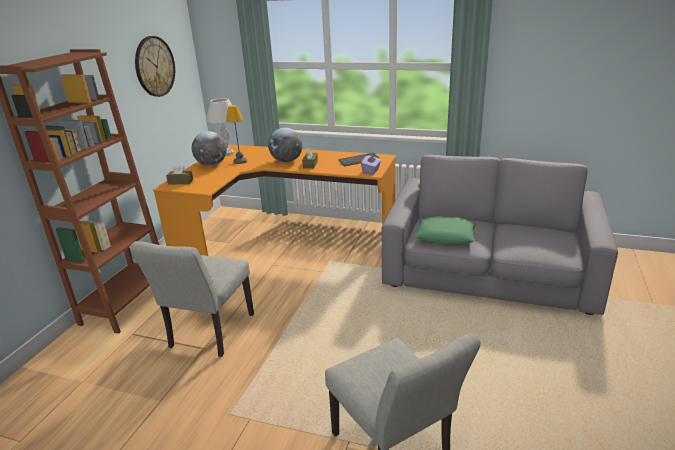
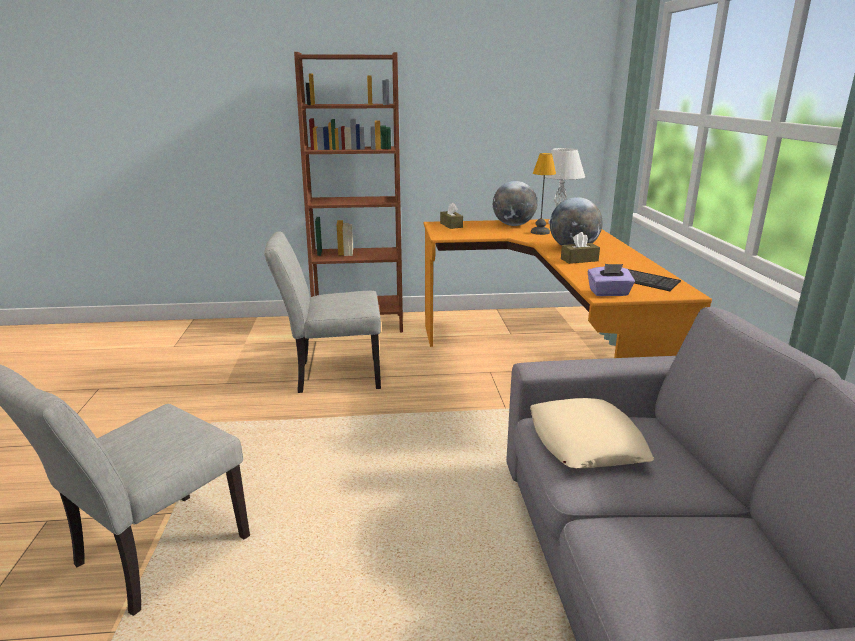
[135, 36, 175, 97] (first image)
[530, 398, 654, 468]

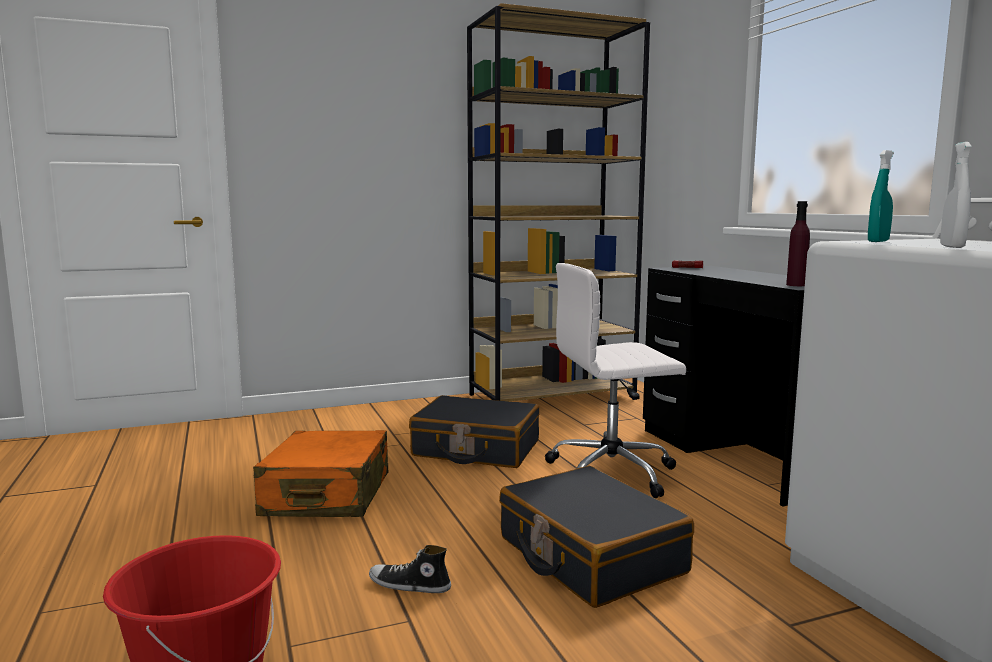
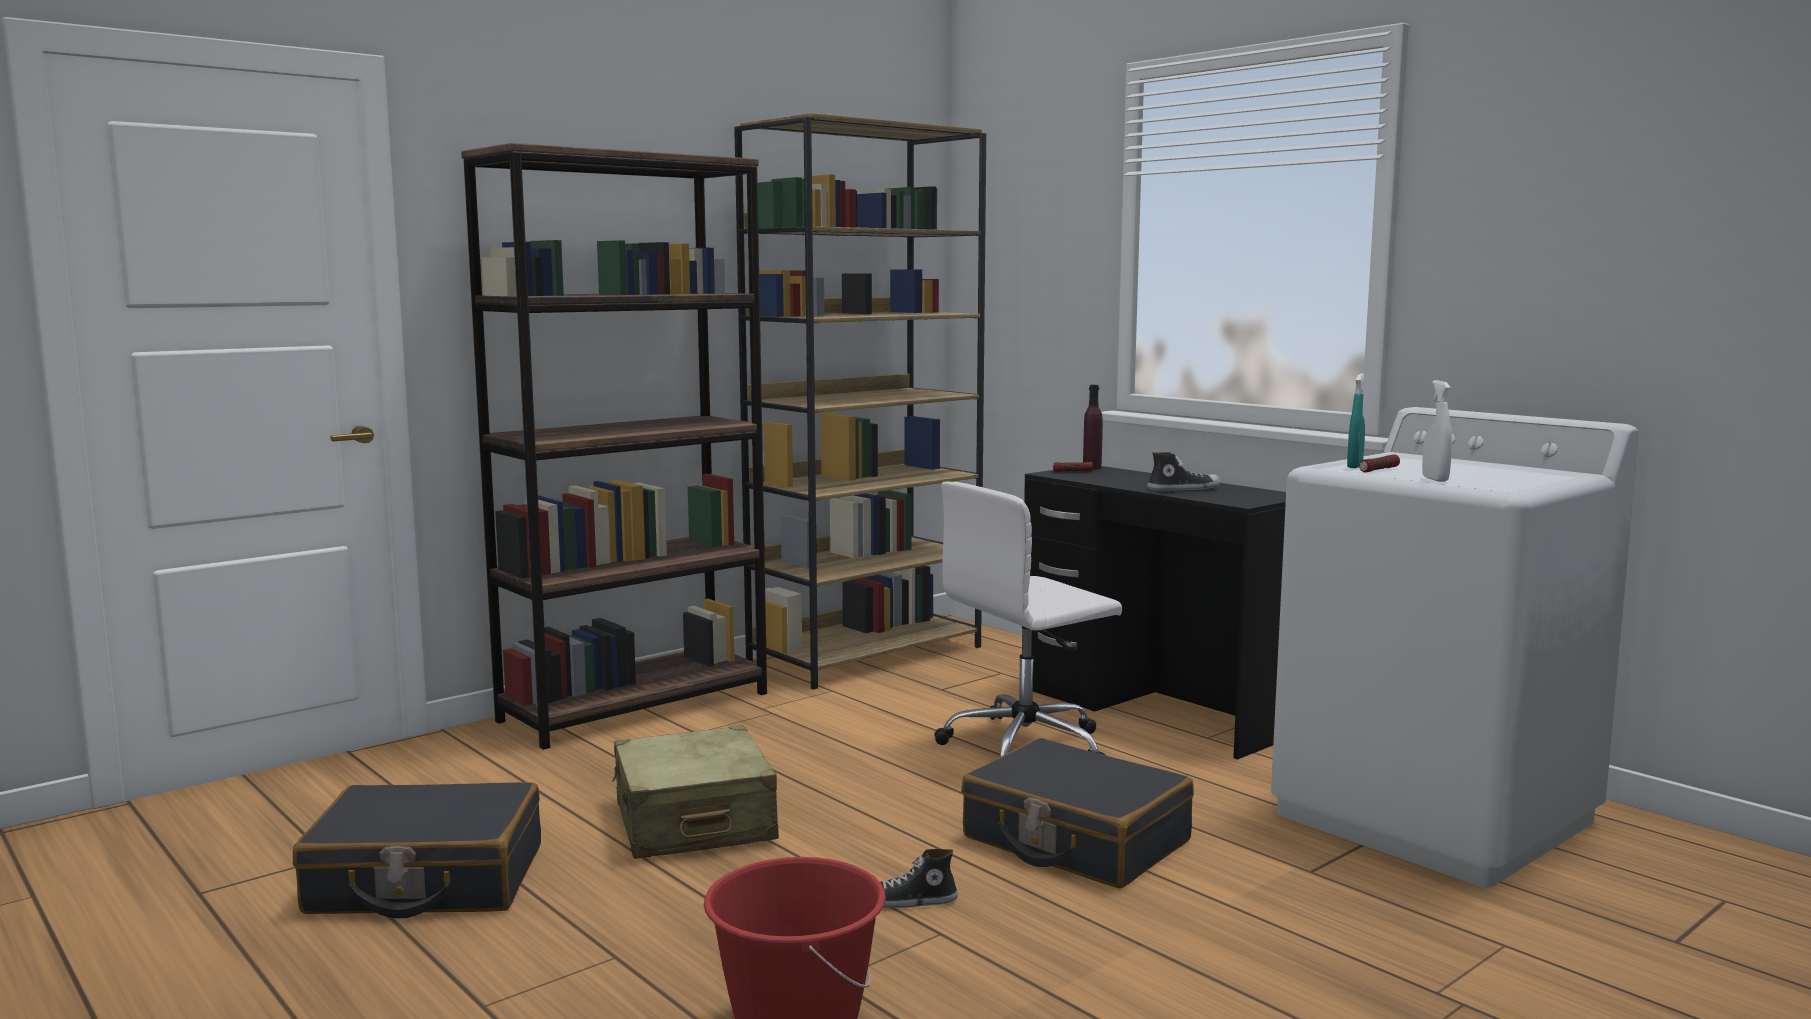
[461, 143, 767, 750]
[1148, 452, 1221, 491]
[1359, 454, 1400, 472]
[293, 782, 541, 918]
[1083, 385, 1103, 470]
[612, 725, 779, 859]

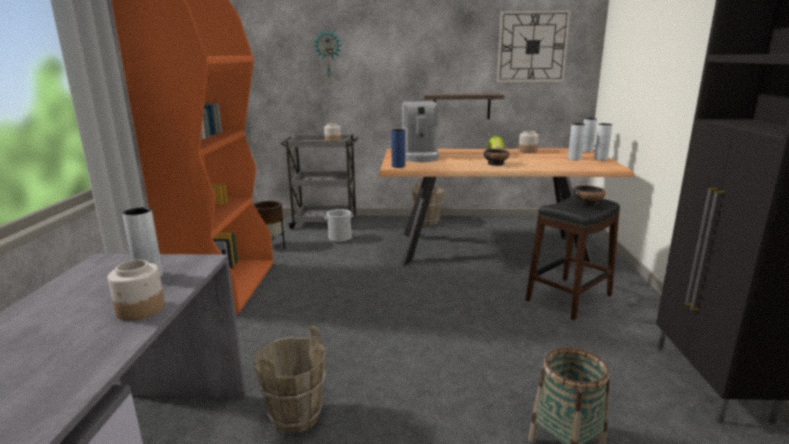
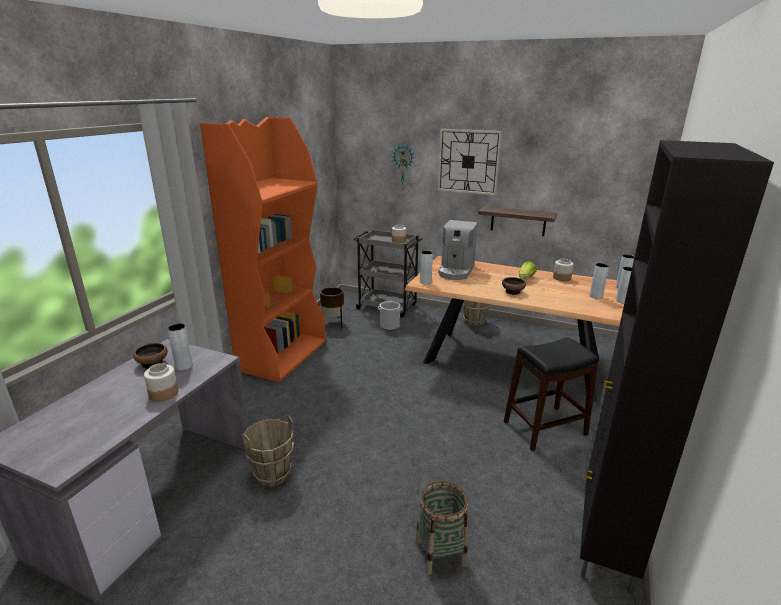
[438, 129, 502, 195]
[133, 343, 168, 369]
[420, 251, 433, 284]

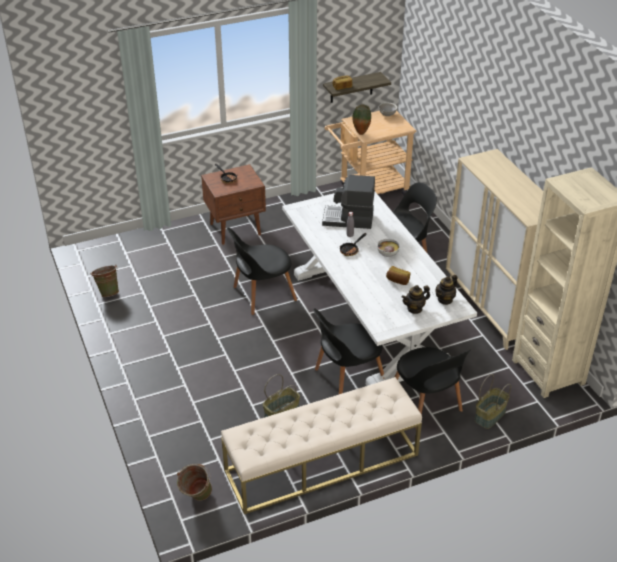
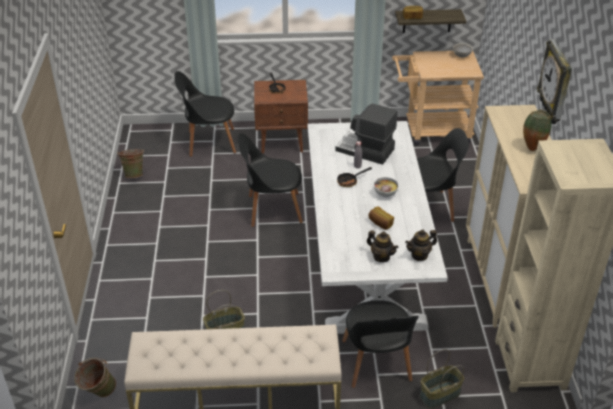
[537, 39, 572, 124]
[174, 71, 236, 157]
[523, 109, 551, 151]
[367, 230, 399, 262]

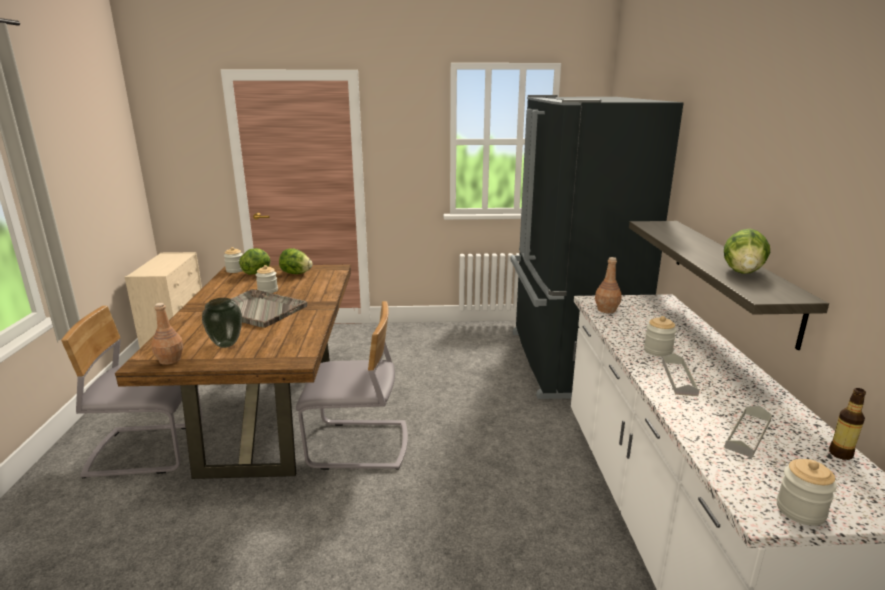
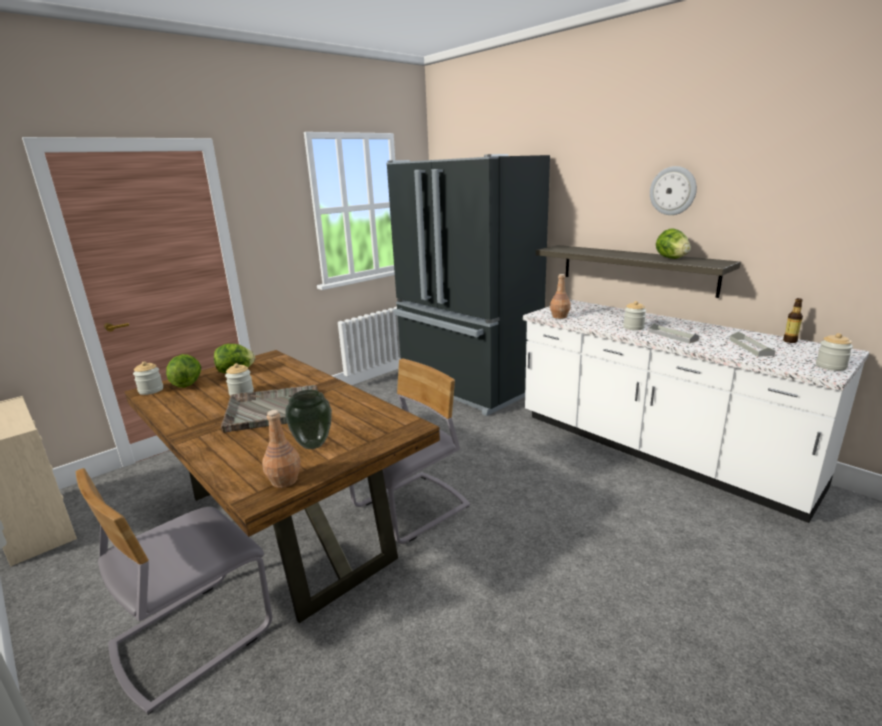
[650, 166, 697, 215]

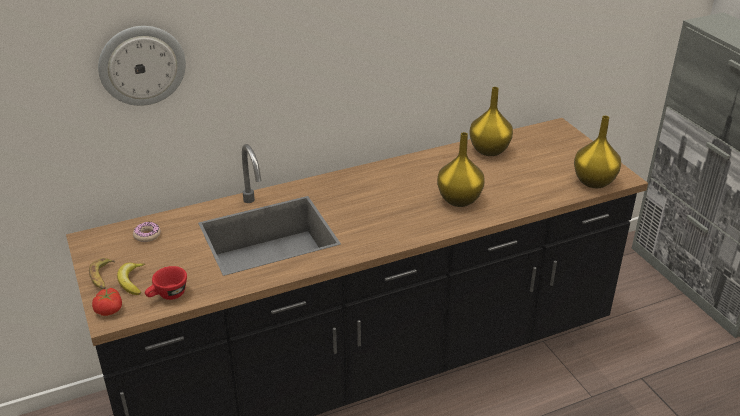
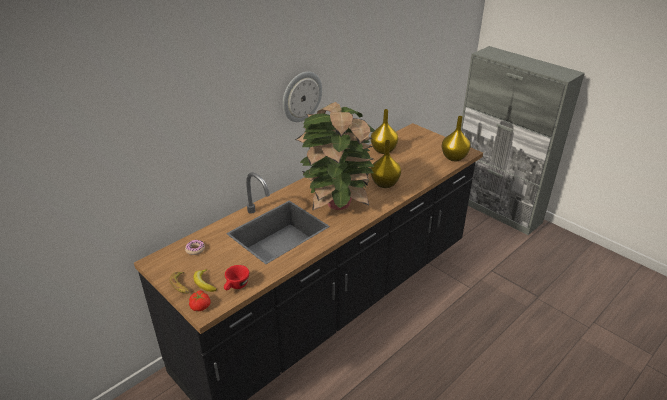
[295, 102, 375, 211]
[283, 72, 322, 122]

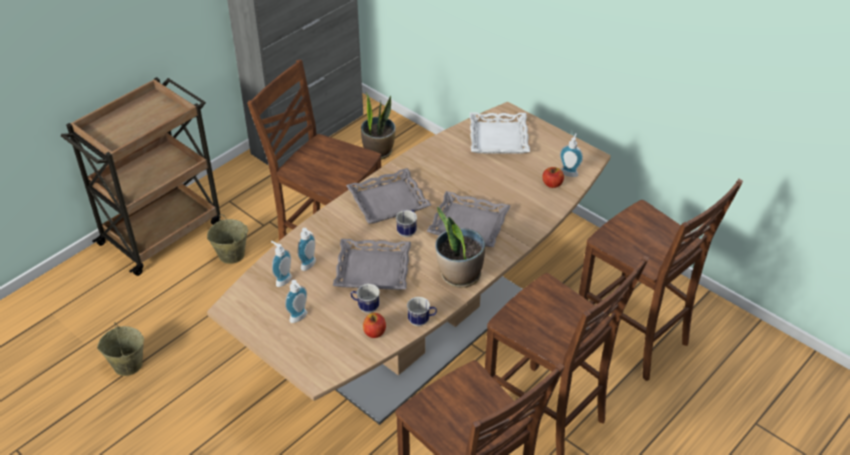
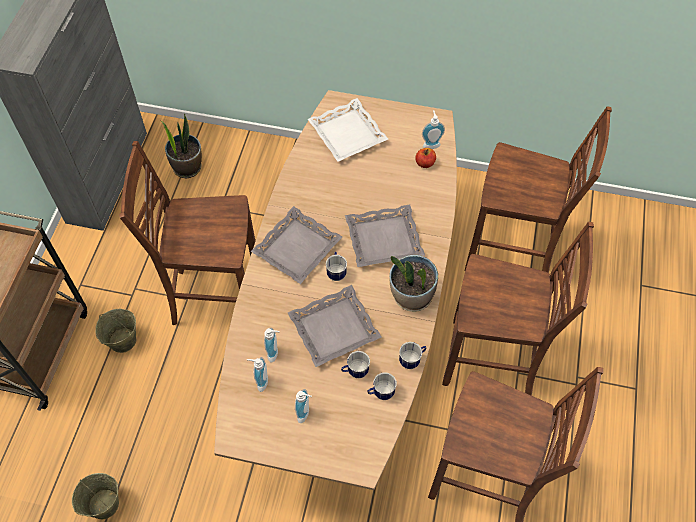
[367, 372, 397, 400]

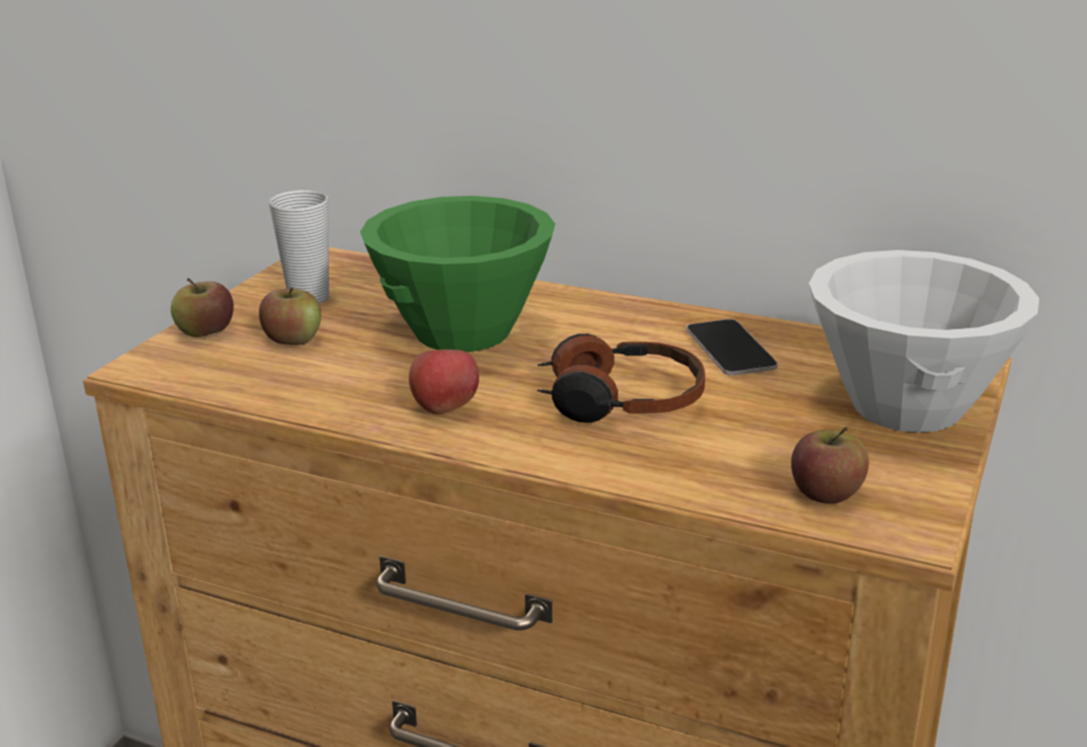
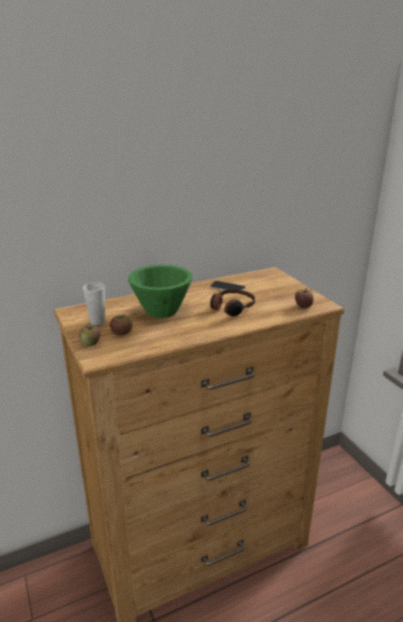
[409, 349, 479, 414] (first image)
[809, 250, 1039, 433] (first image)

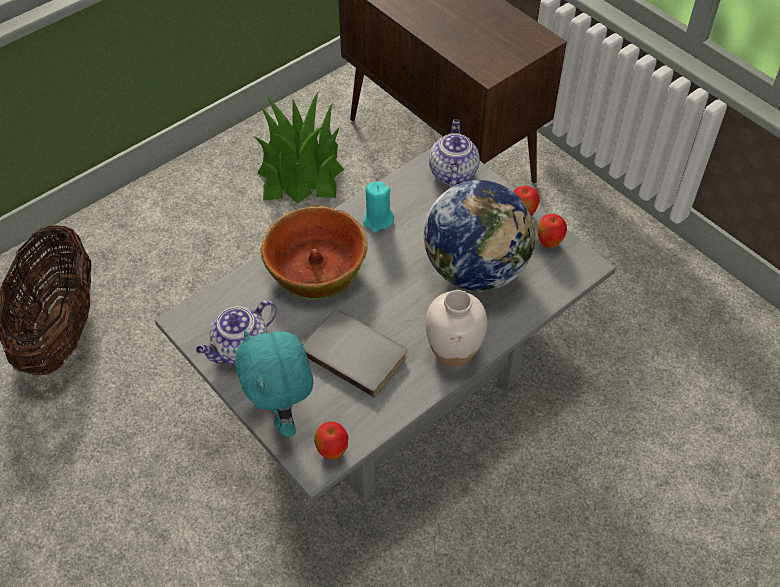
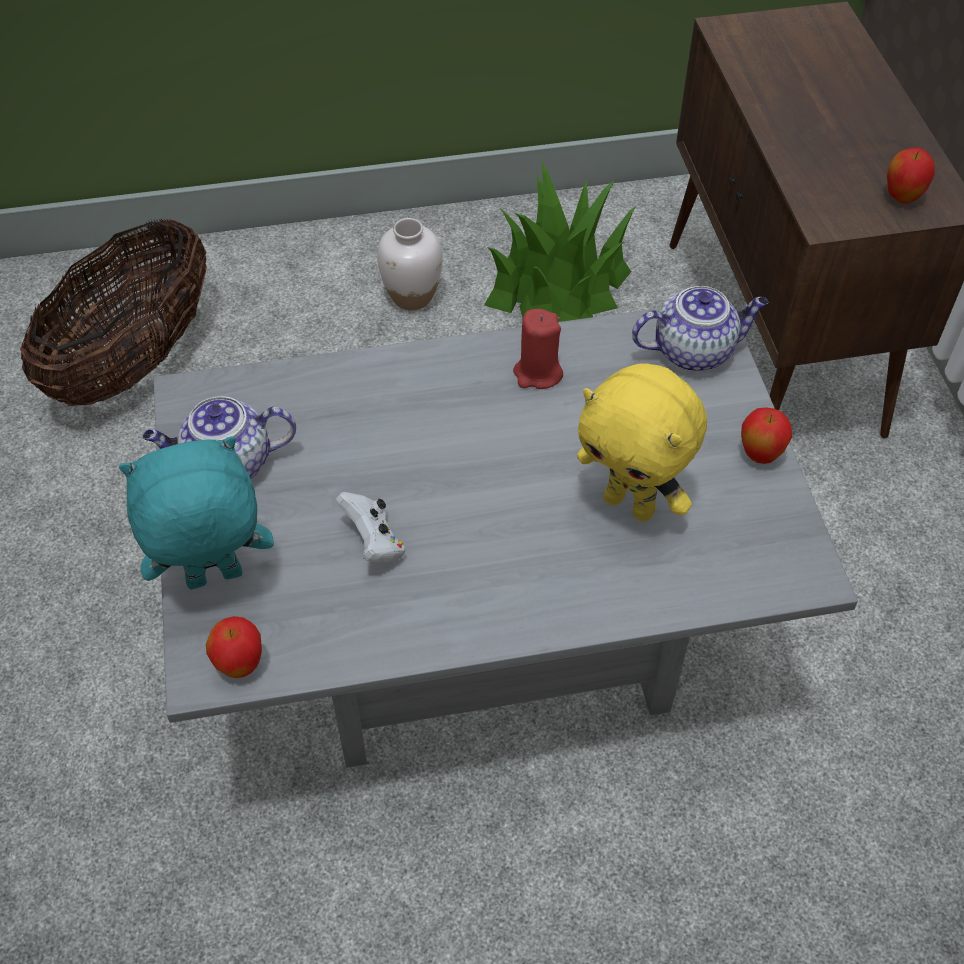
[261, 205, 368, 300] (first image)
[377, 218, 443, 310]
[887, 148, 935, 203]
[335, 492, 405, 563]
[577, 363, 707, 522]
[513, 309, 563, 389]
[119, 436, 274, 589]
[632, 286, 768, 371]

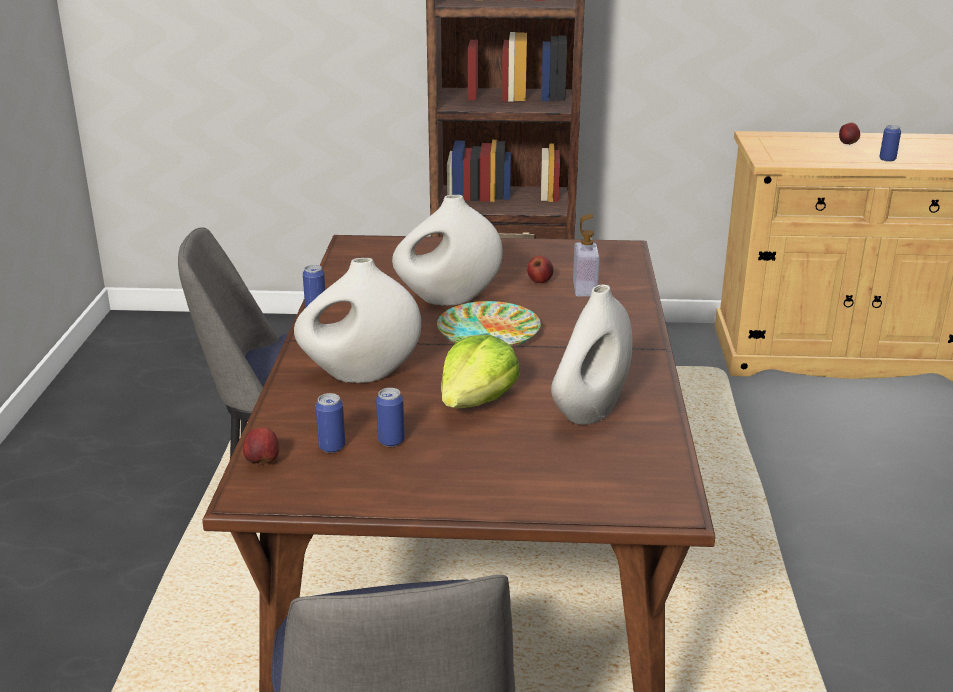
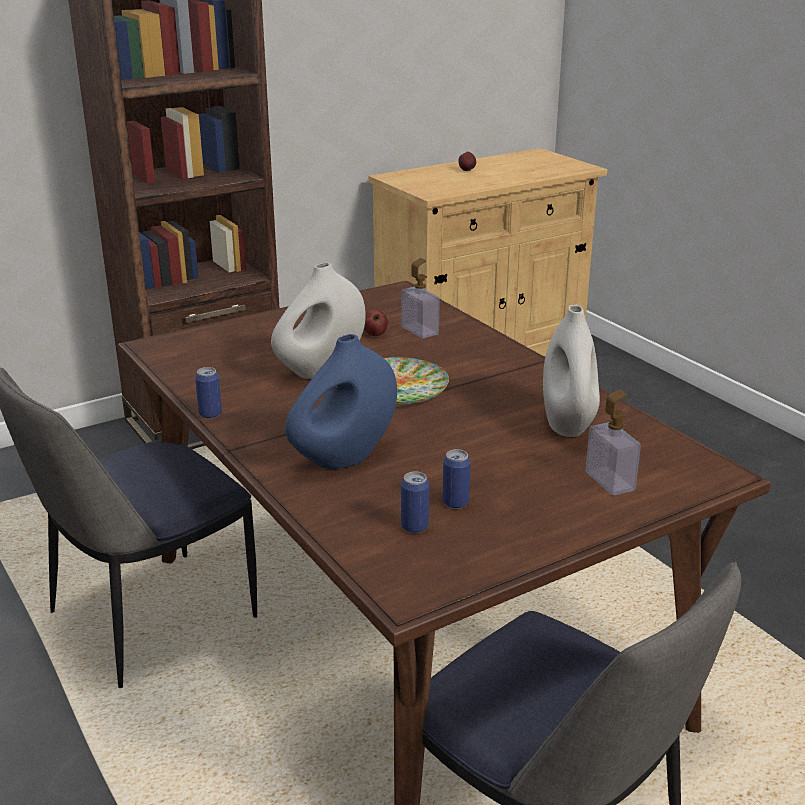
[243, 428, 279, 466] (first image)
[441, 335, 520, 408] (first image)
[879, 125, 901, 162] (first image)
[586, 390, 641, 495]
[285, 334, 397, 469]

